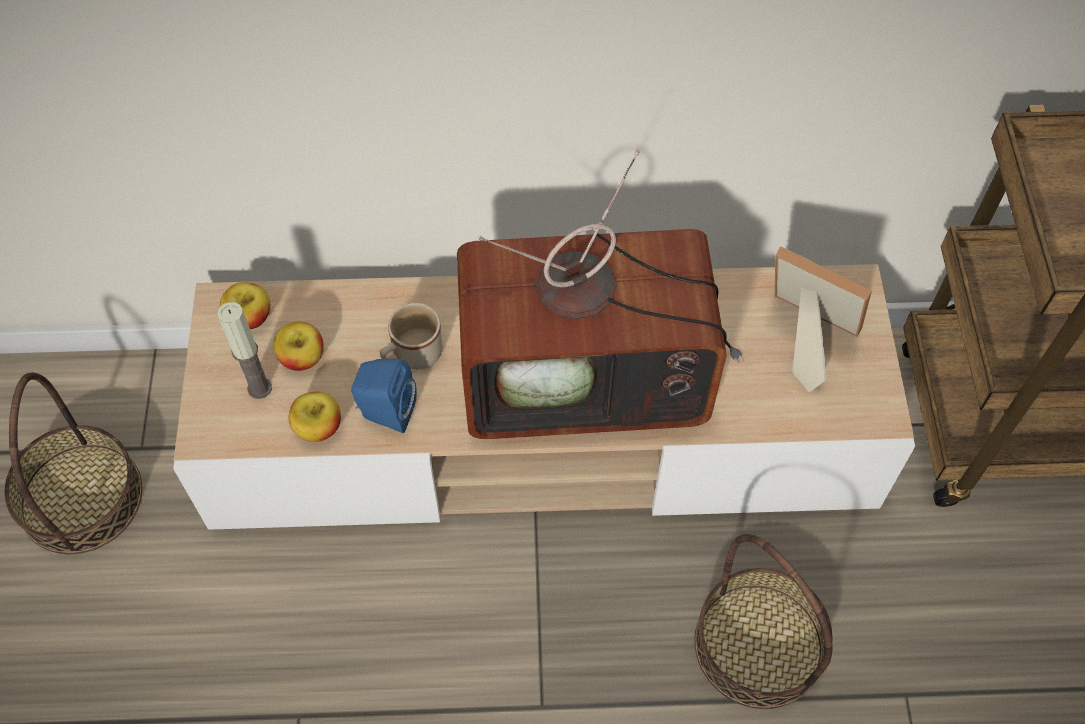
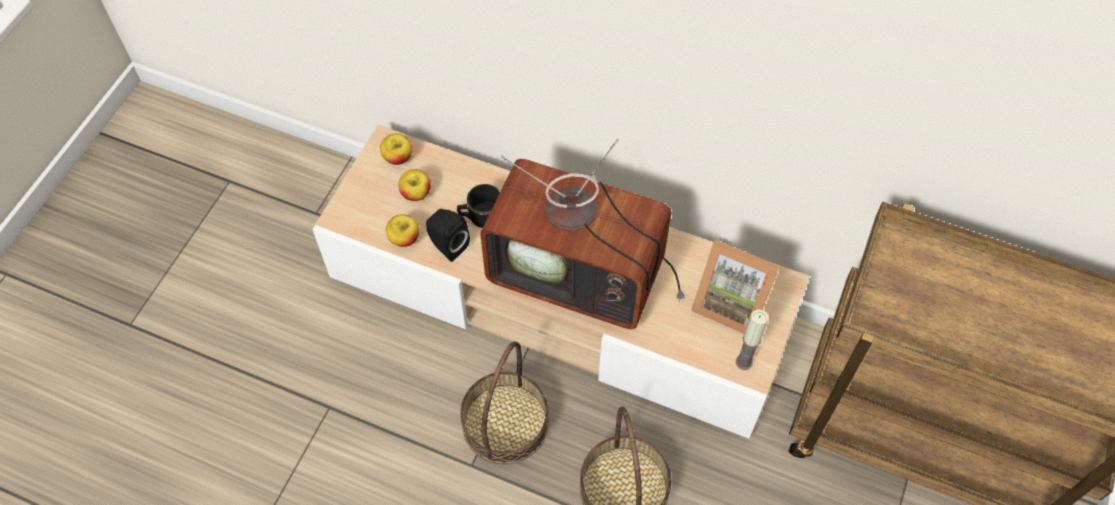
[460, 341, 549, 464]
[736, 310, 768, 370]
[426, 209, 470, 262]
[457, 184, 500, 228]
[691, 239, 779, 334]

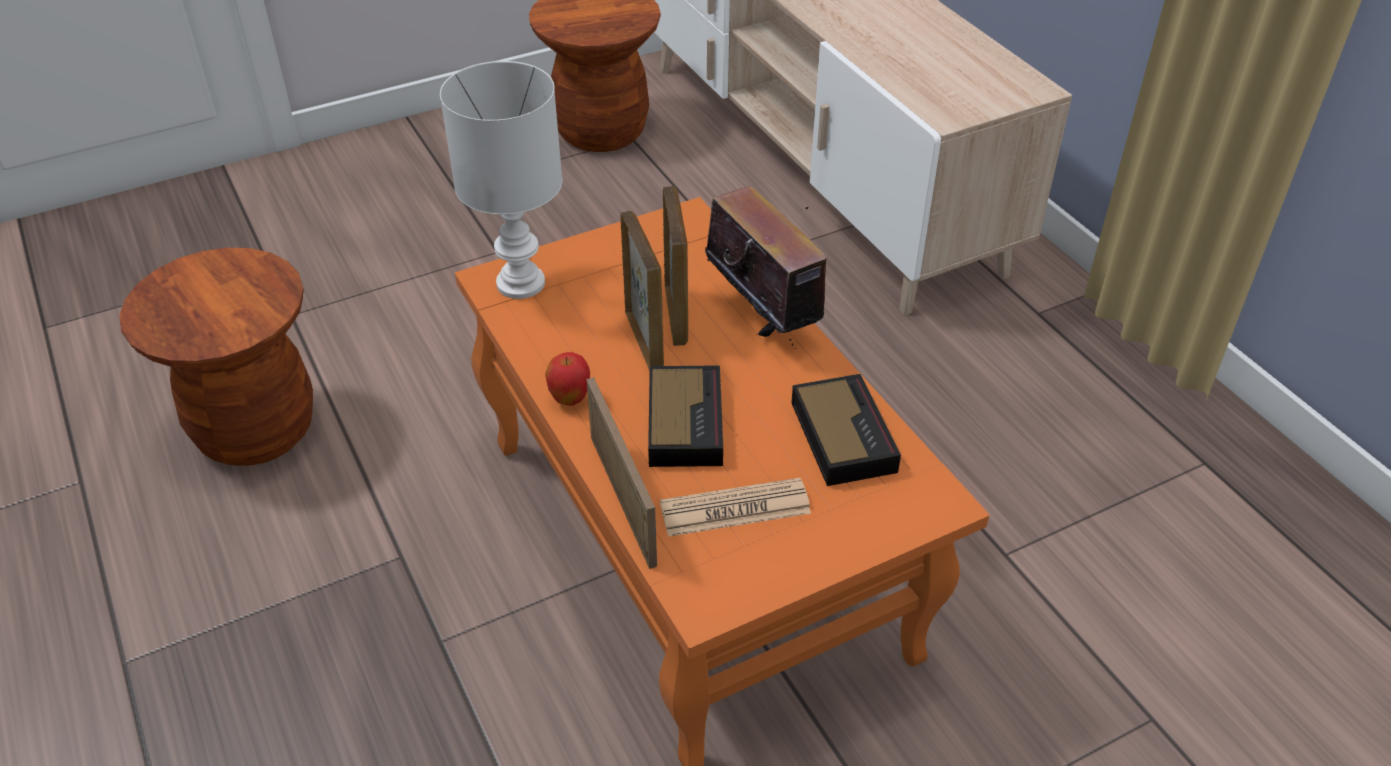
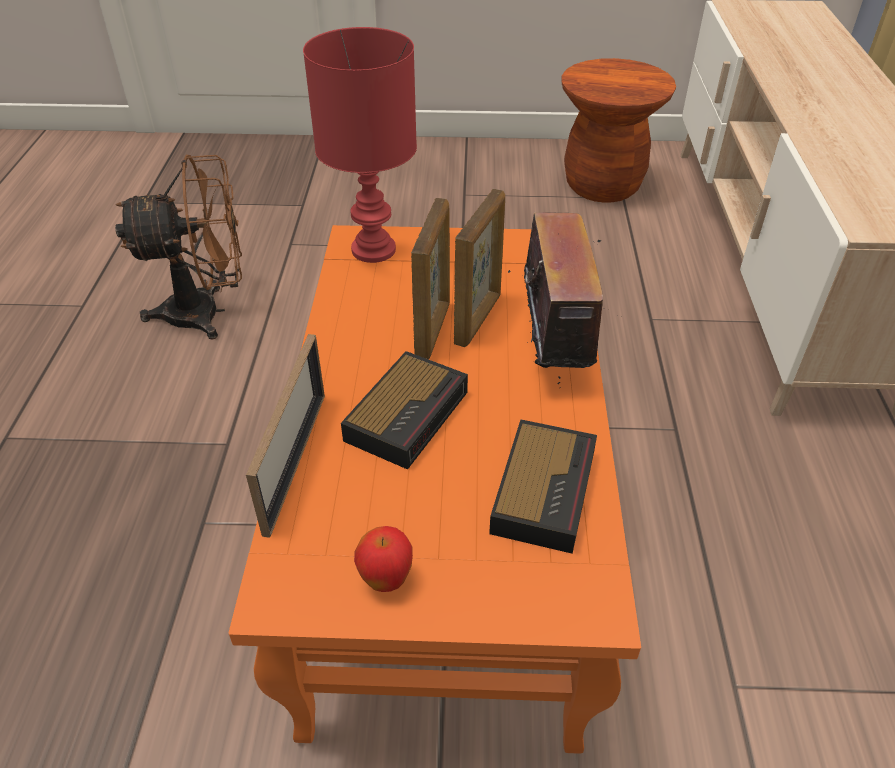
[660, 478, 811, 537] (first image)
[354, 526, 413, 592]
[115, 155, 242, 340]
[303, 27, 417, 263]

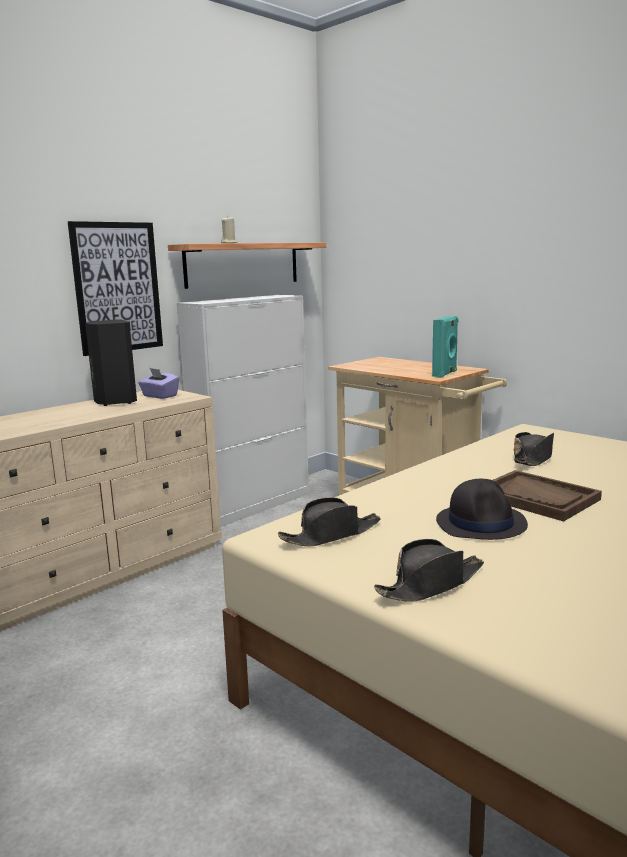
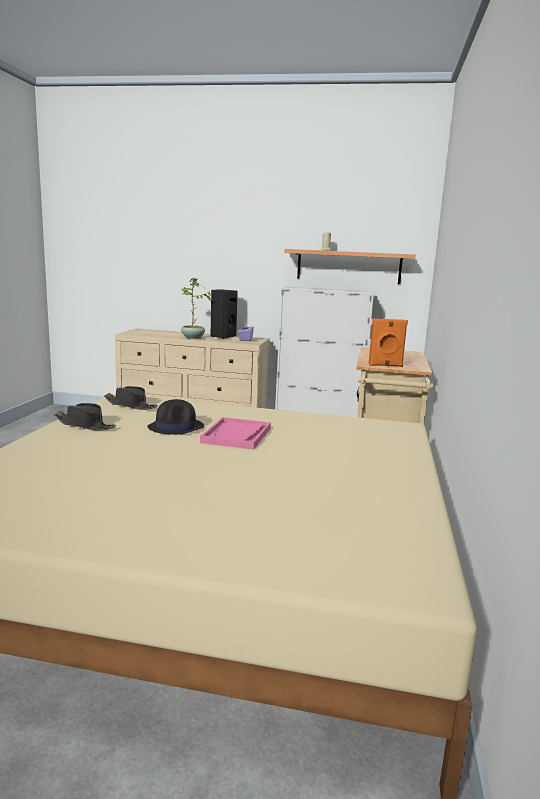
[68, 221, 163, 356] (first image)
[514, 432, 554, 466] (first image)
[181, 278, 211, 339]
[369, 318, 408, 367]
[200, 417, 271, 450]

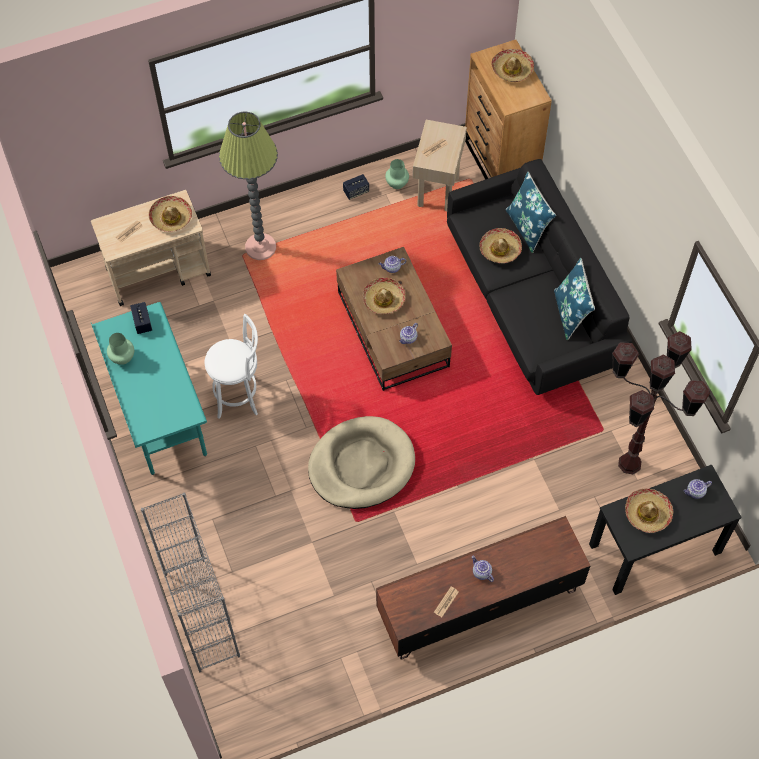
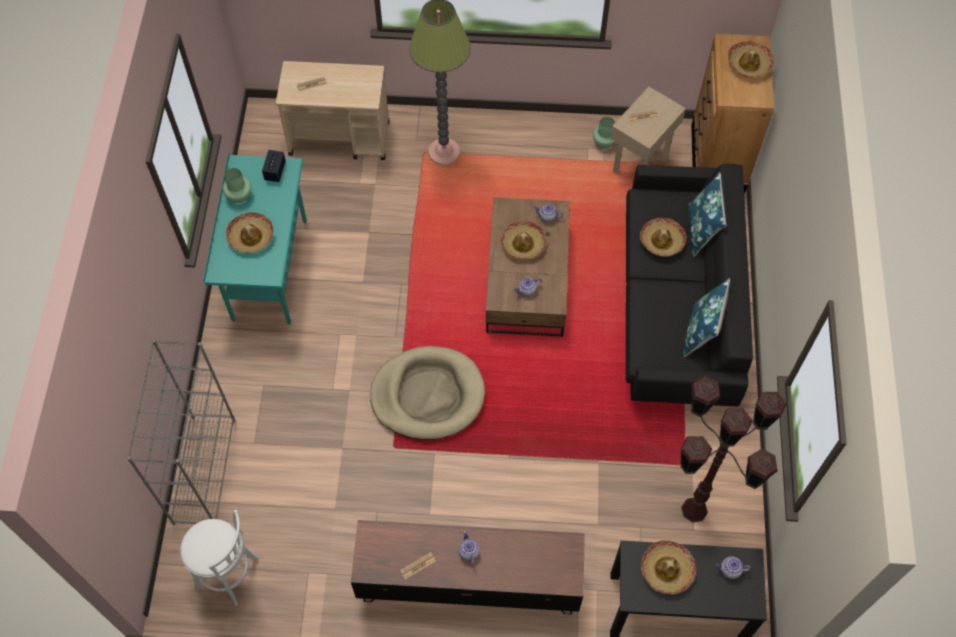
[343, 174, 369, 200] (first image)
[226, 212, 274, 253]
[180, 510, 259, 606]

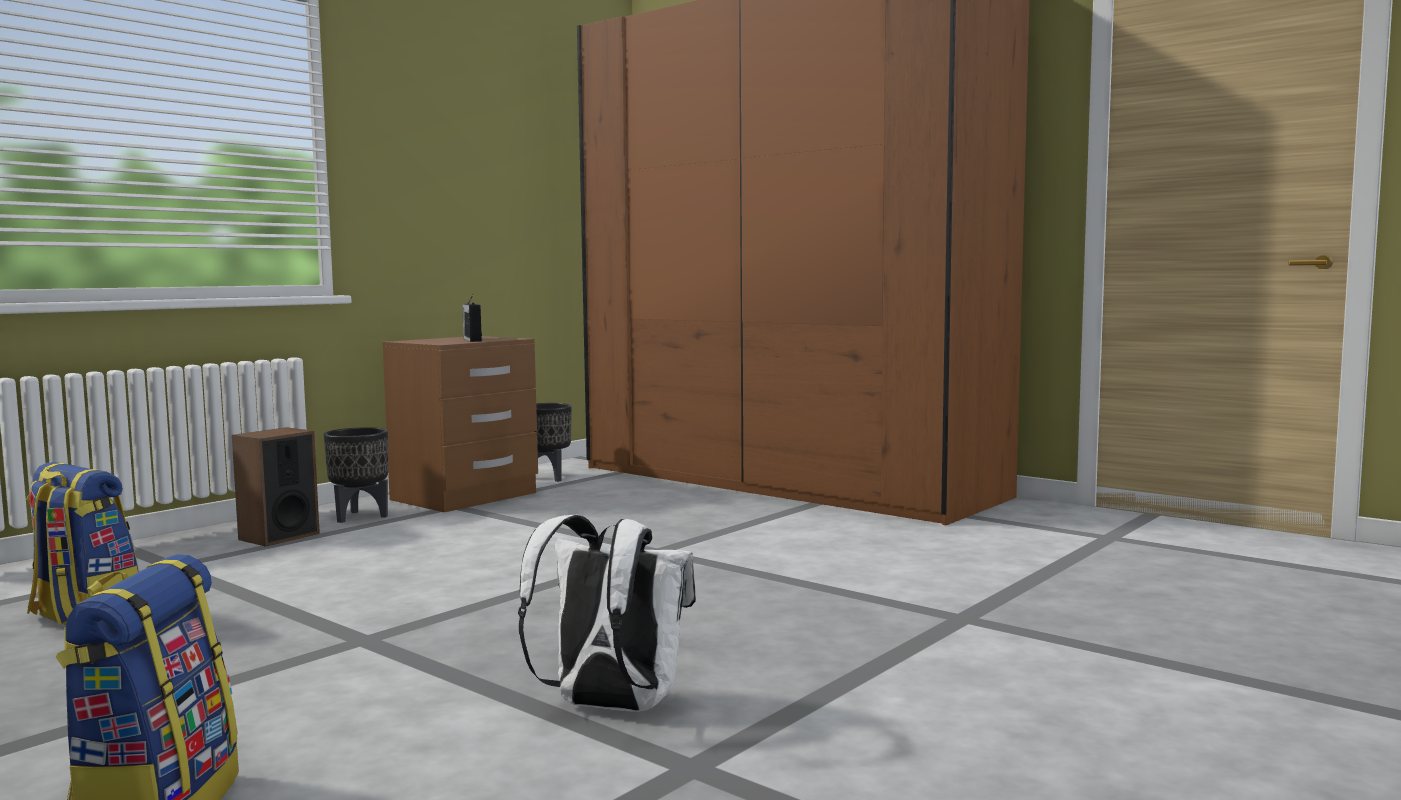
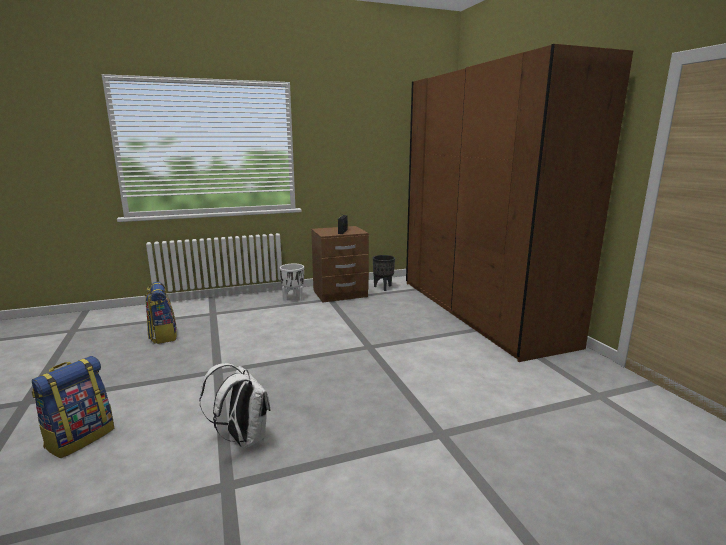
[232, 427, 320, 547] (first image)
[280, 264, 304, 301]

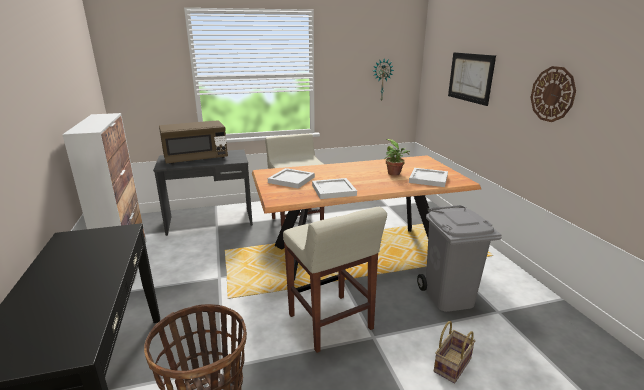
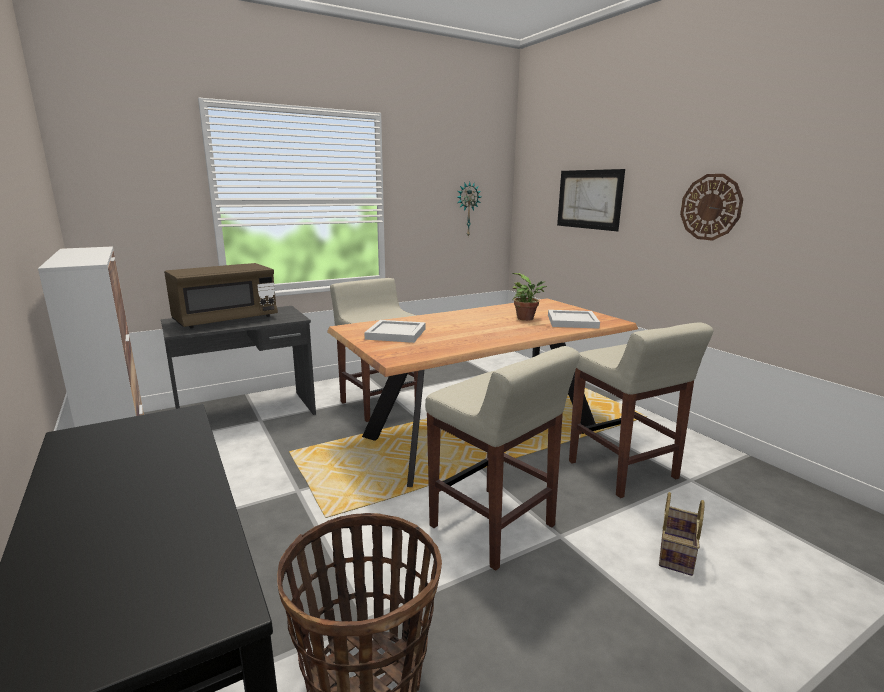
[312, 178, 357, 199] (first image)
[569, 322, 713, 498]

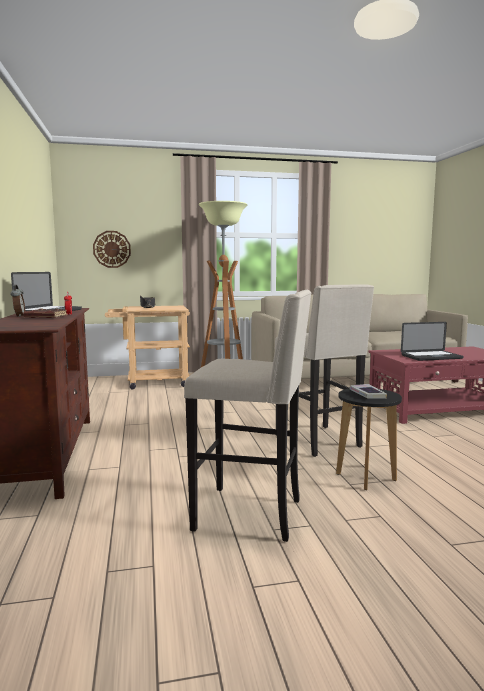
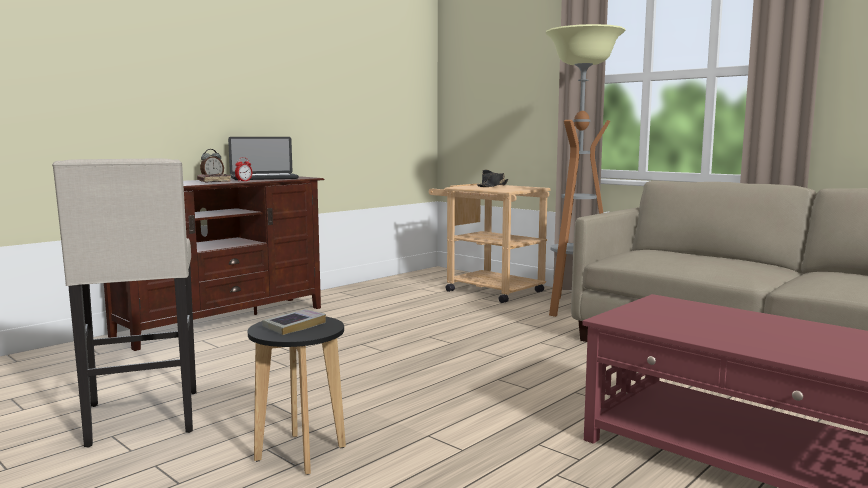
[93, 231, 131, 268] (first image)
[275, 284, 374, 457] (first image)
[401, 322, 463, 361] (first image)

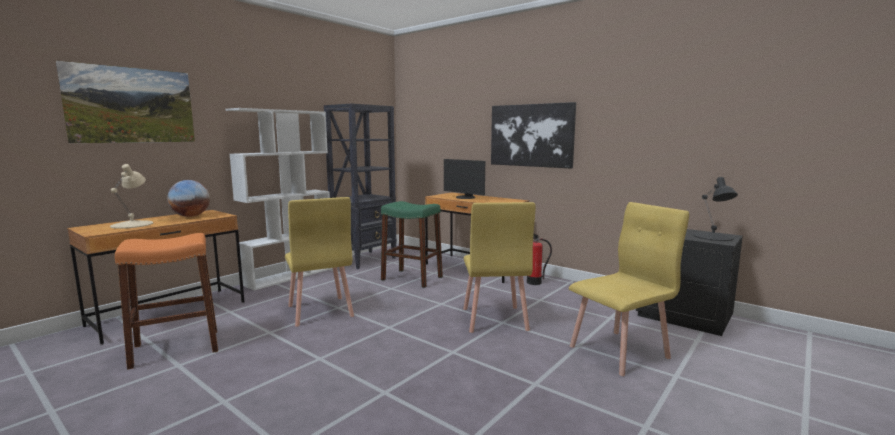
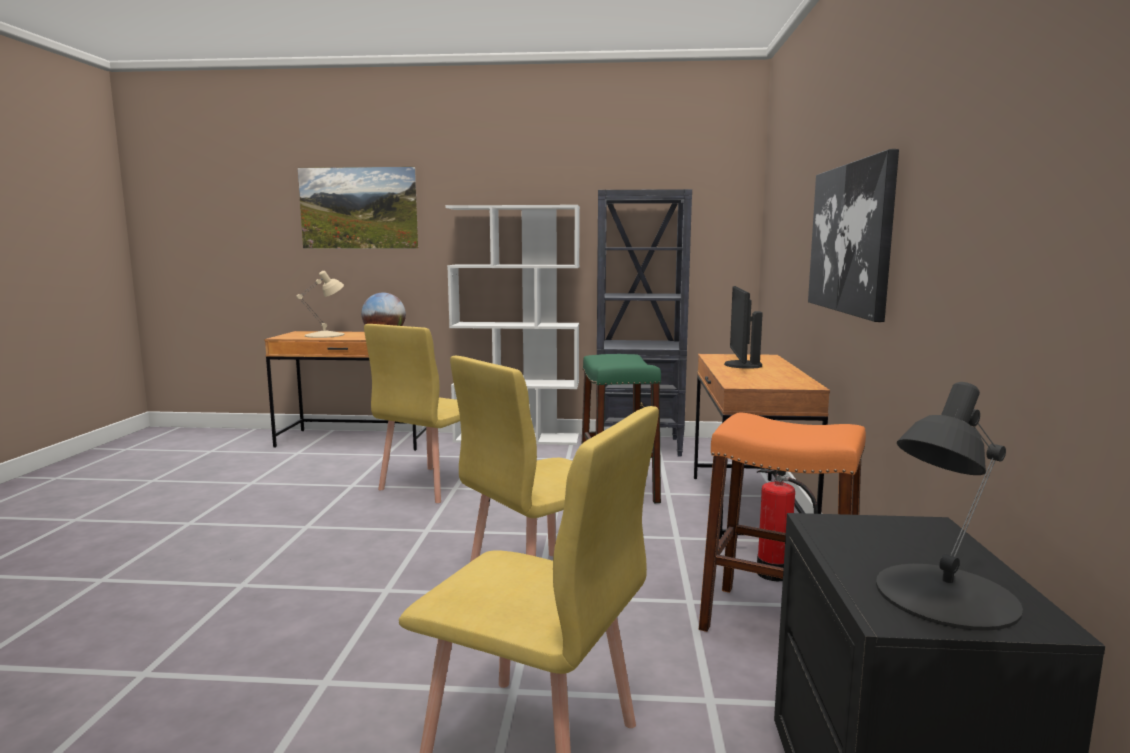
[699, 412, 866, 632]

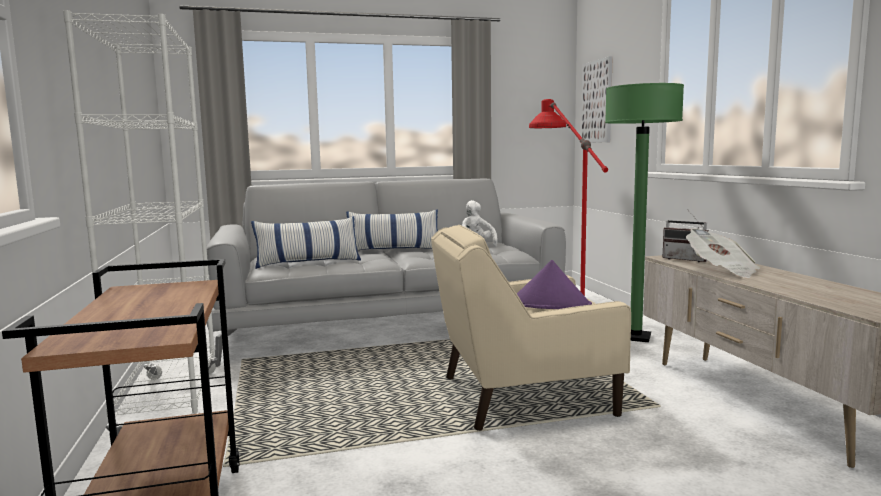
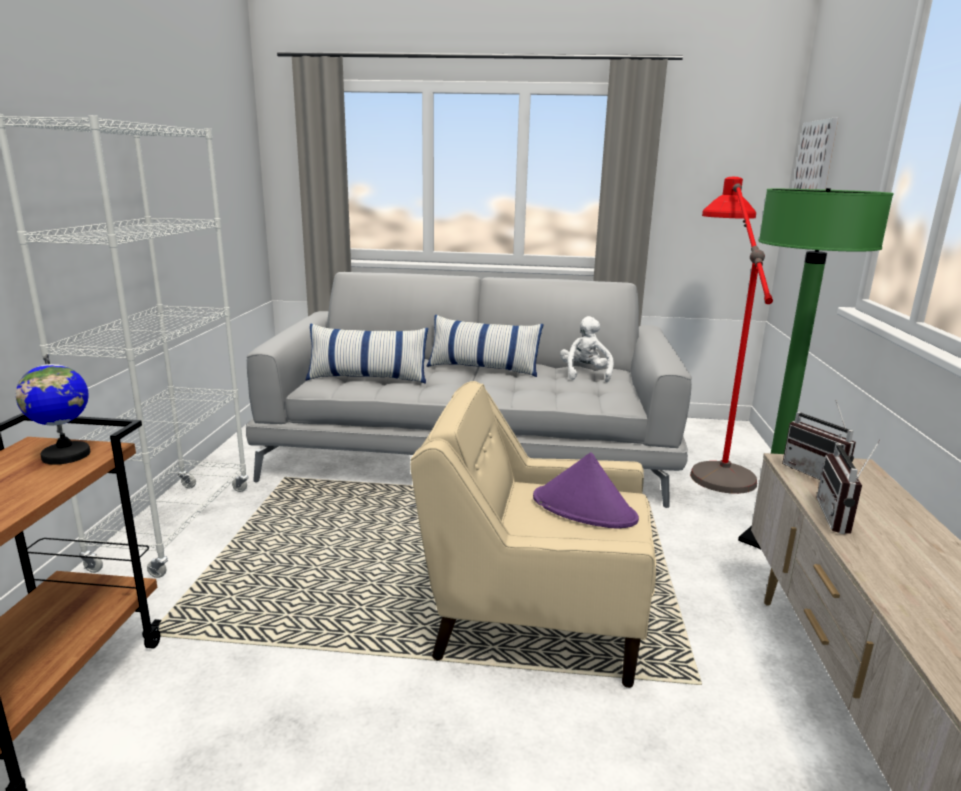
[16, 354, 90, 465]
[817, 440, 880, 534]

